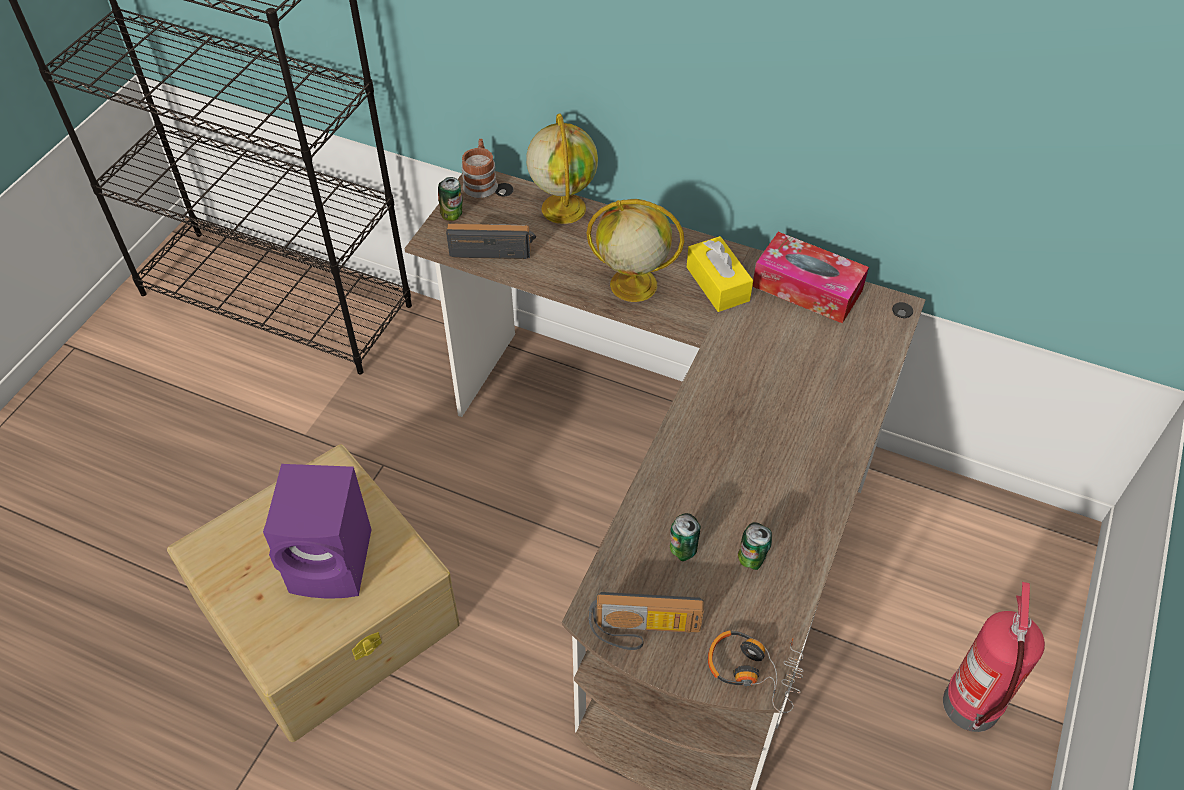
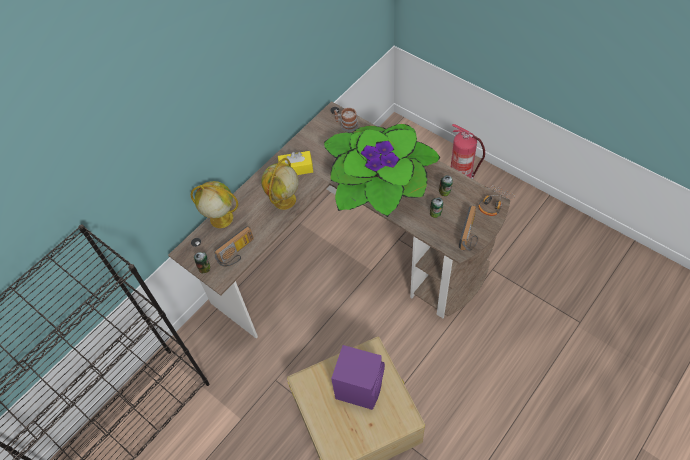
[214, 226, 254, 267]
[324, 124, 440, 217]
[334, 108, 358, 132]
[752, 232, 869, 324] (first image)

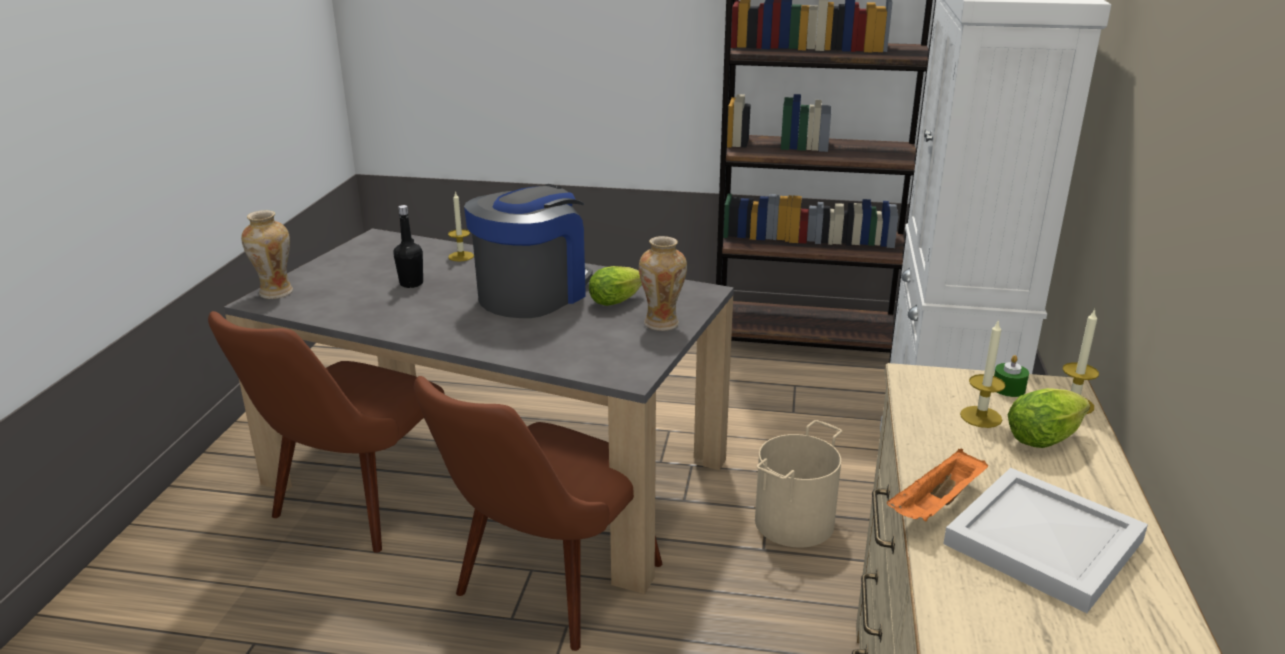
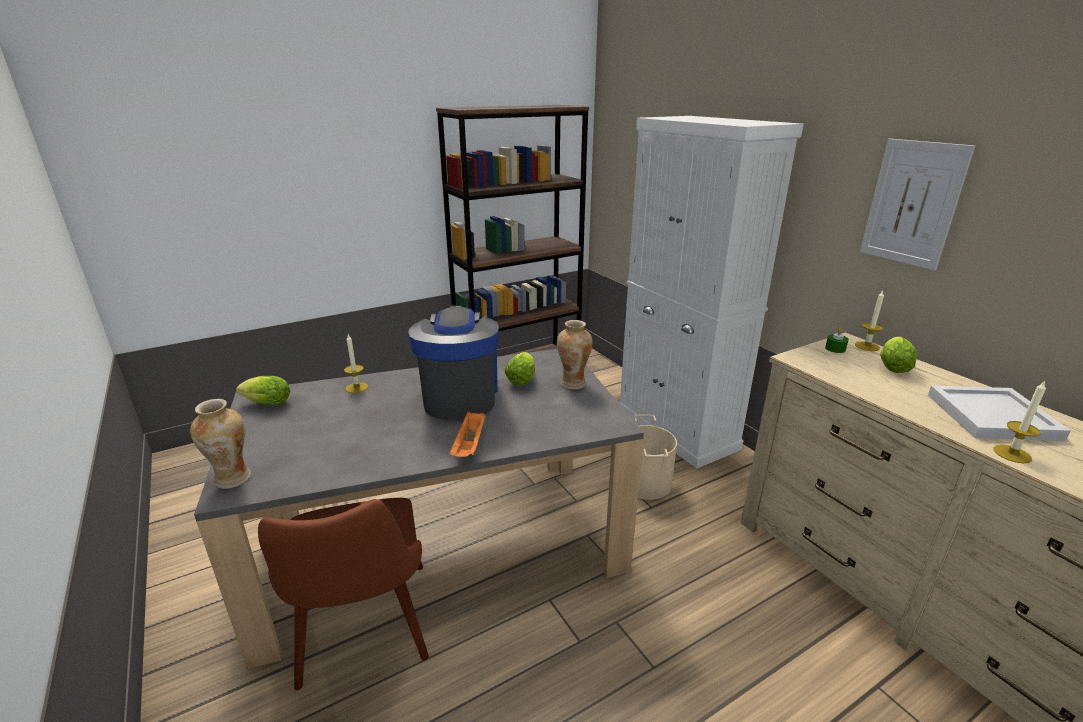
[236, 376, 290, 405]
[449, 411, 486, 457]
[860, 139, 975, 270]
[993, 380, 1046, 463]
[393, 205, 423, 288] (first image)
[414, 376, 662, 651] (first image)

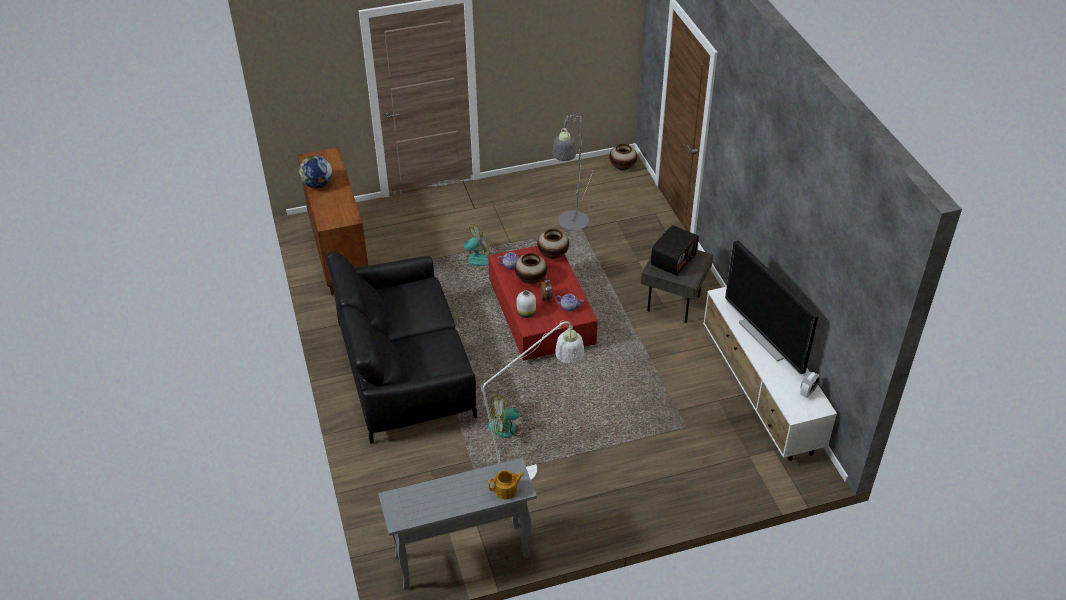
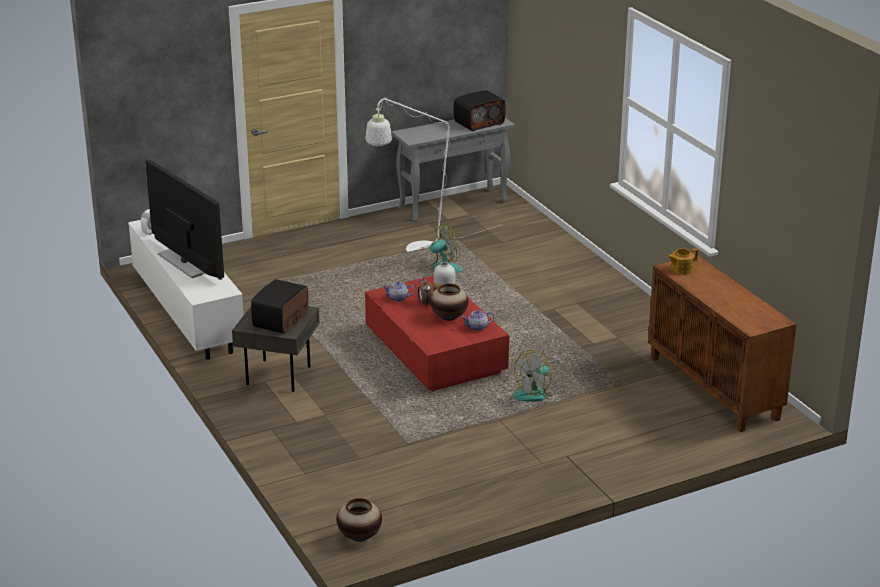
[454, 91, 506, 131]
[668, 248, 698, 274]
[299, 156, 332, 188] (first image)
[326, 251, 477, 444] (first image)
[537, 229, 569, 259] (first image)
[553, 112, 593, 230] (first image)

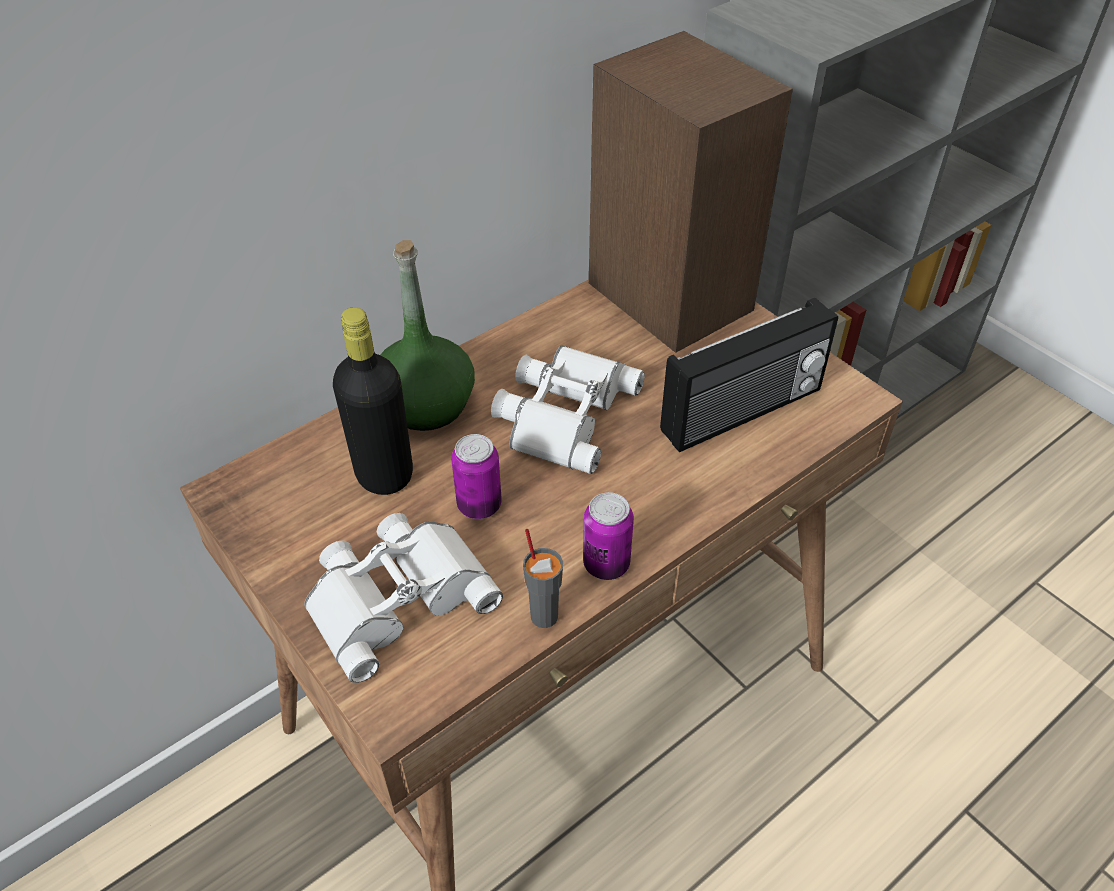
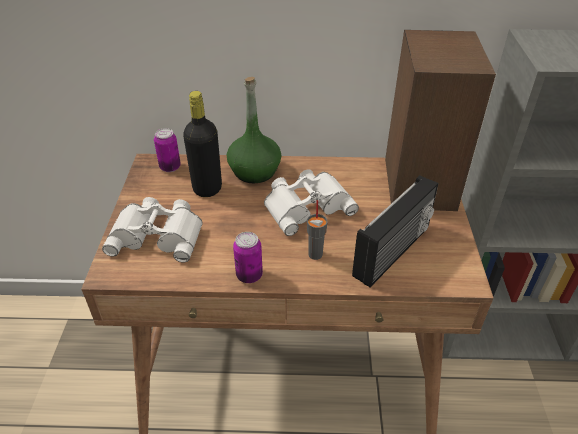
[154, 128, 181, 172]
[307, 200, 327, 260]
[352, 175, 438, 287]

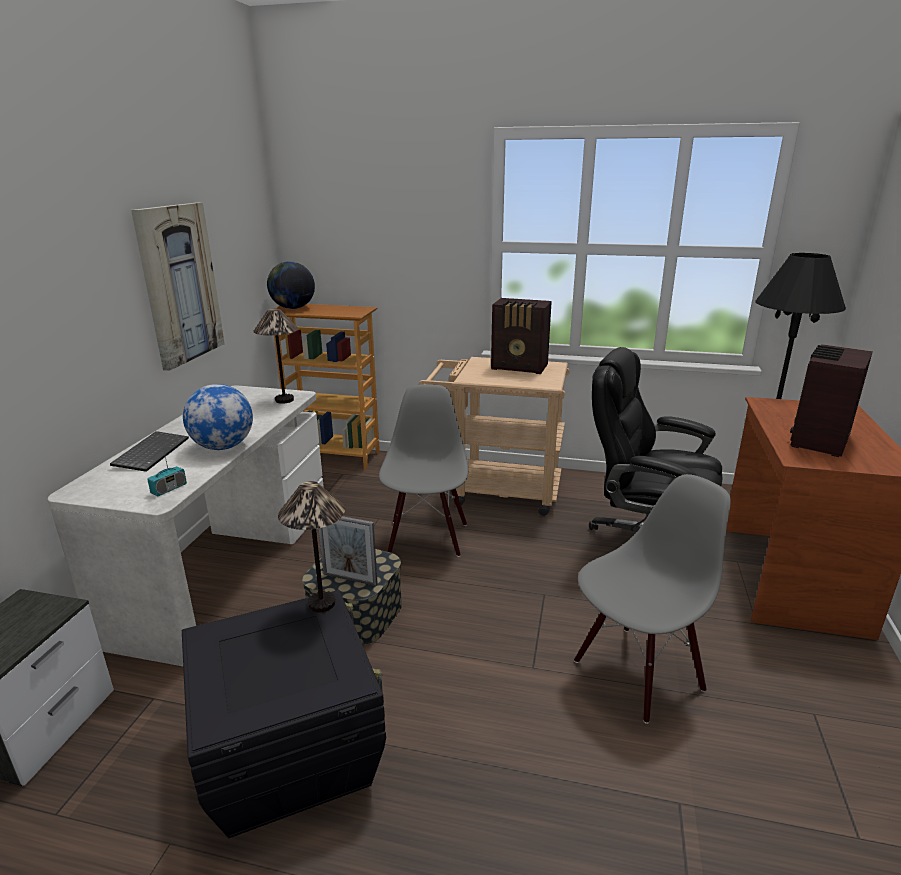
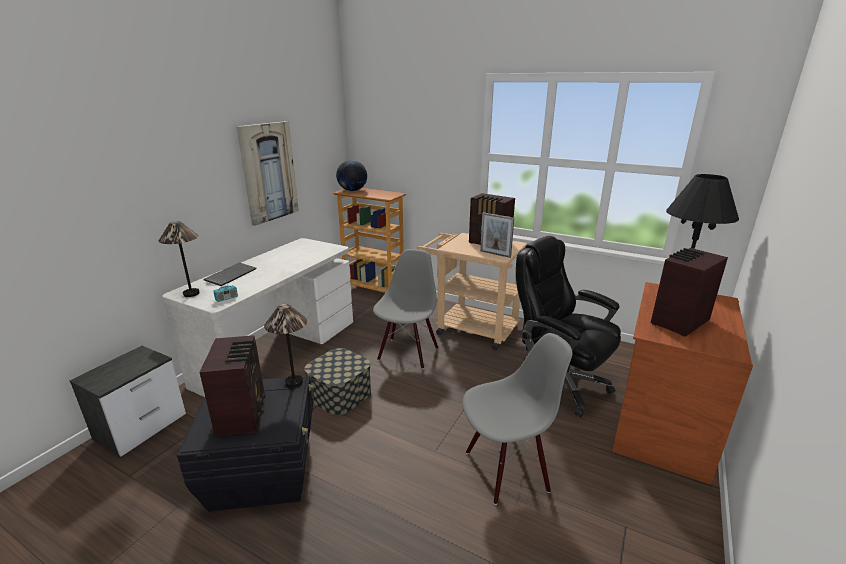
[159, 221, 199, 297]
[199, 335, 266, 436]
[480, 212, 514, 258]
[183, 384, 253, 450] (first image)

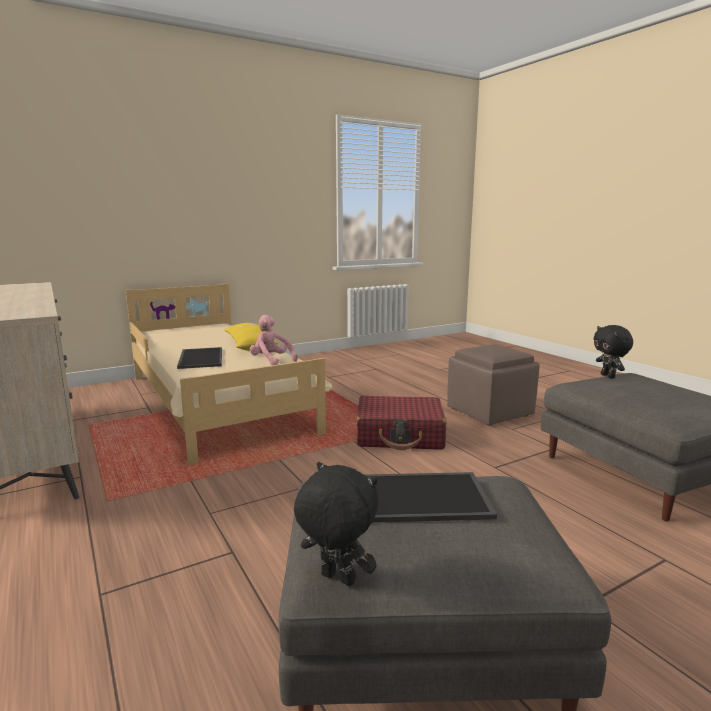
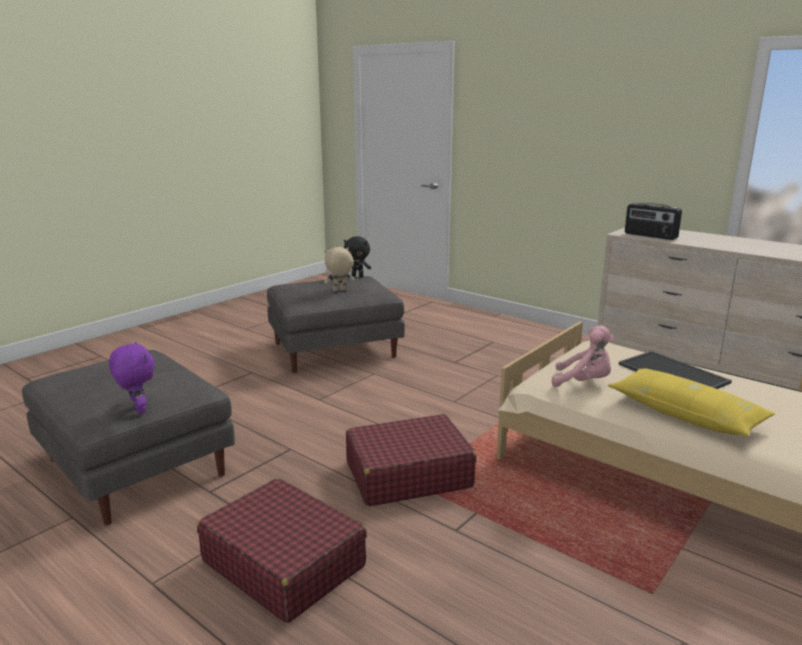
[109, 342, 155, 414]
[197, 478, 367, 623]
[324, 247, 355, 291]
[625, 203, 682, 240]

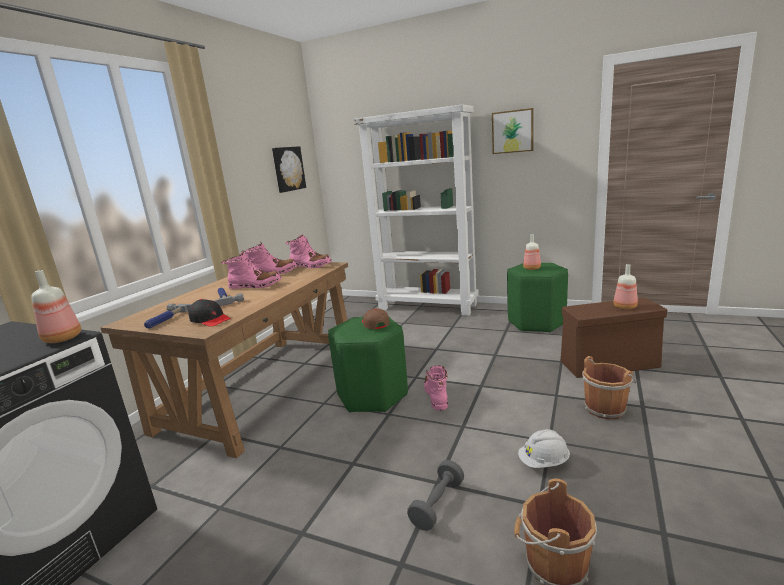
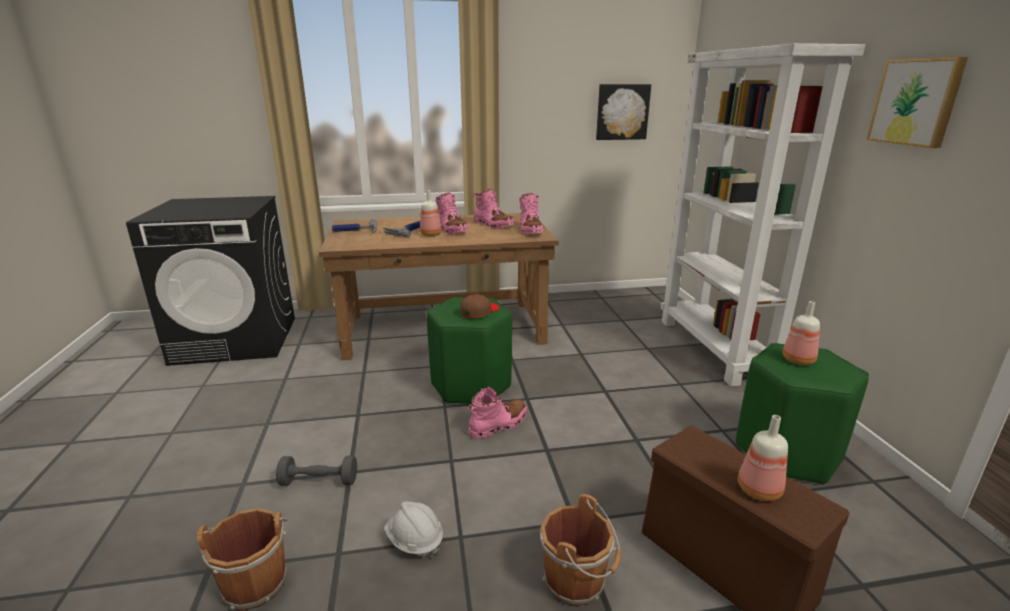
[420, 190, 442, 236]
[188, 299, 231, 327] (first image)

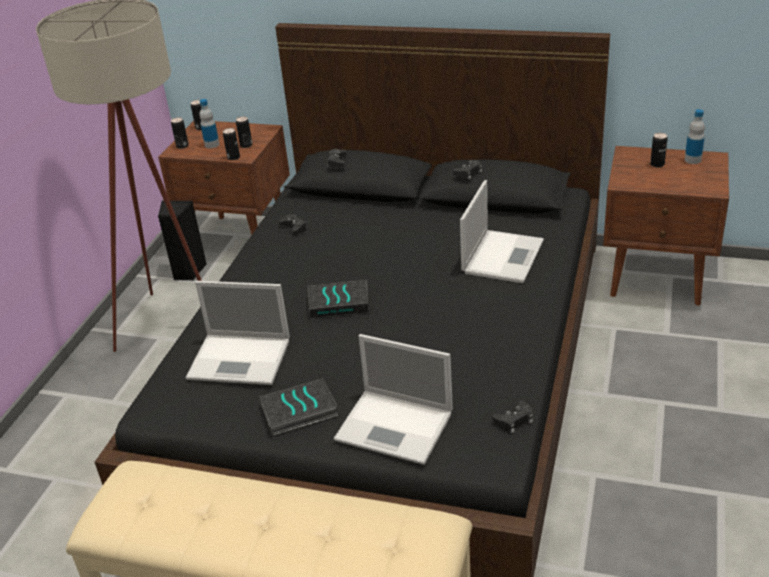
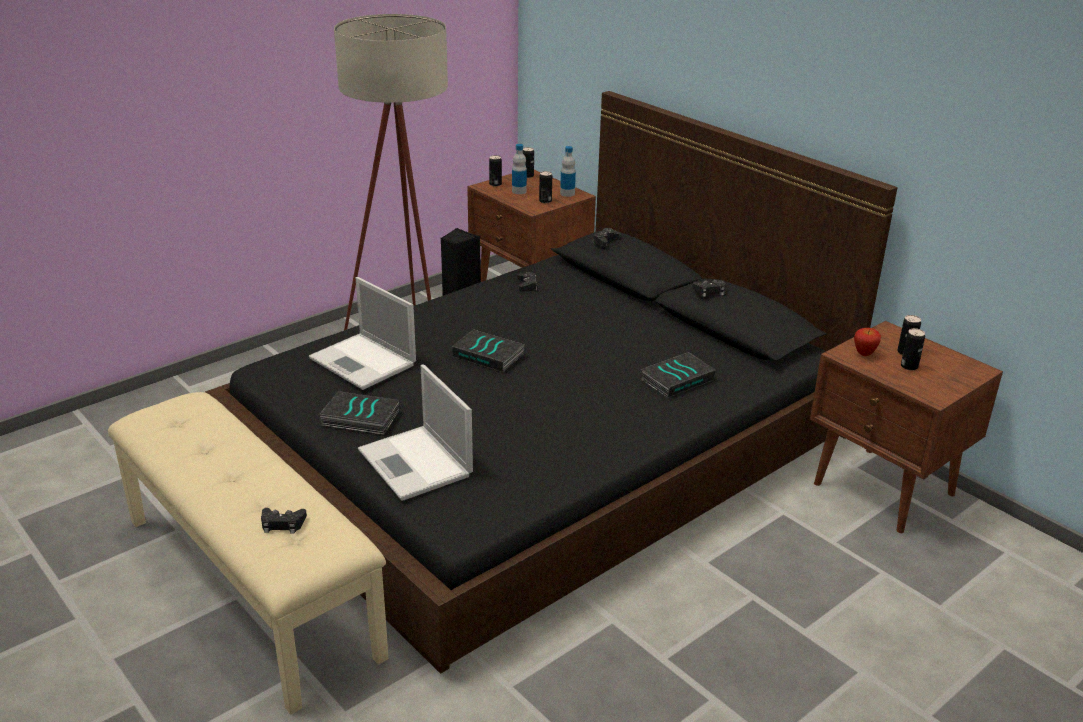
[261, 508, 307, 534]
[560, 146, 576, 197]
[641, 352, 716, 398]
[854, 328, 881, 356]
[901, 328, 925, 370]

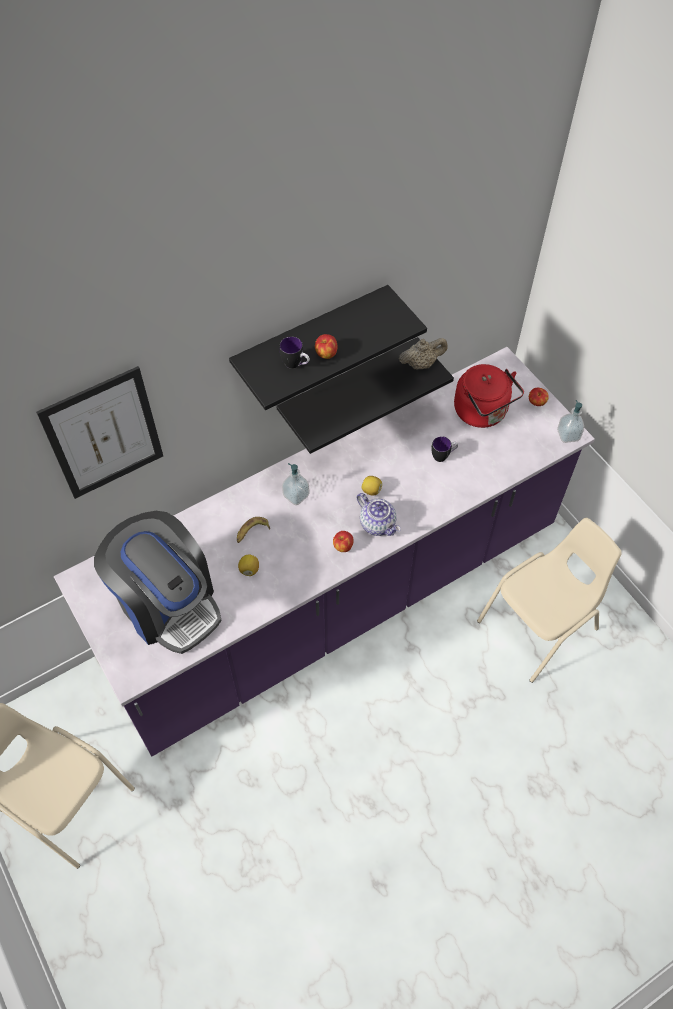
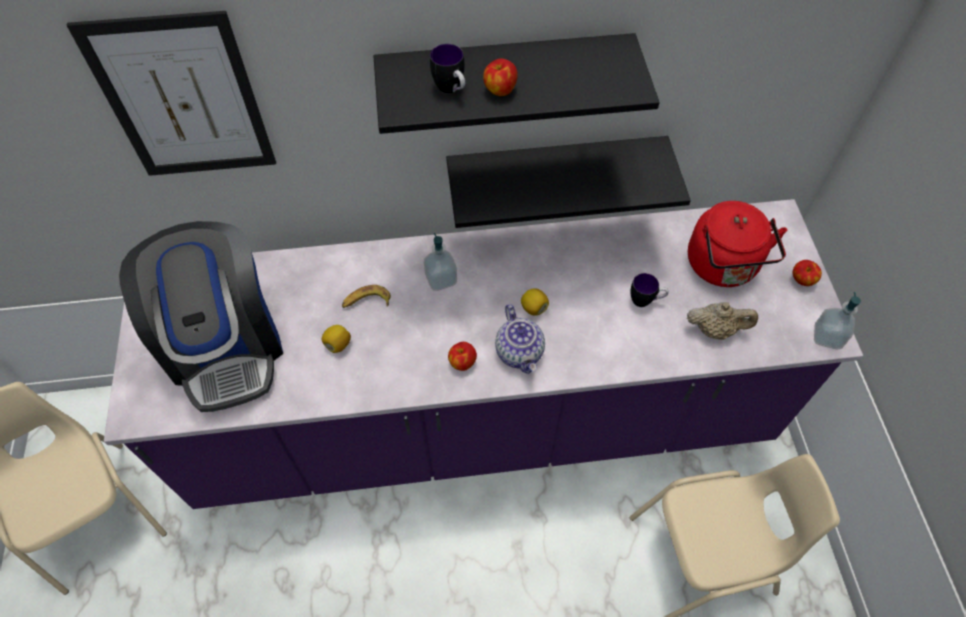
[687, 302, 758, 340]

